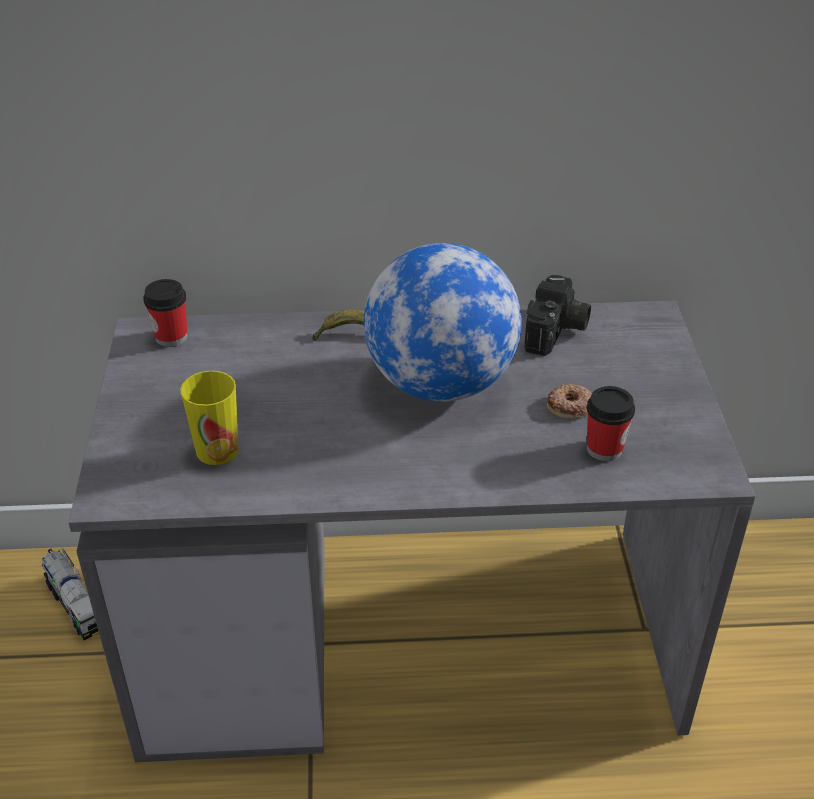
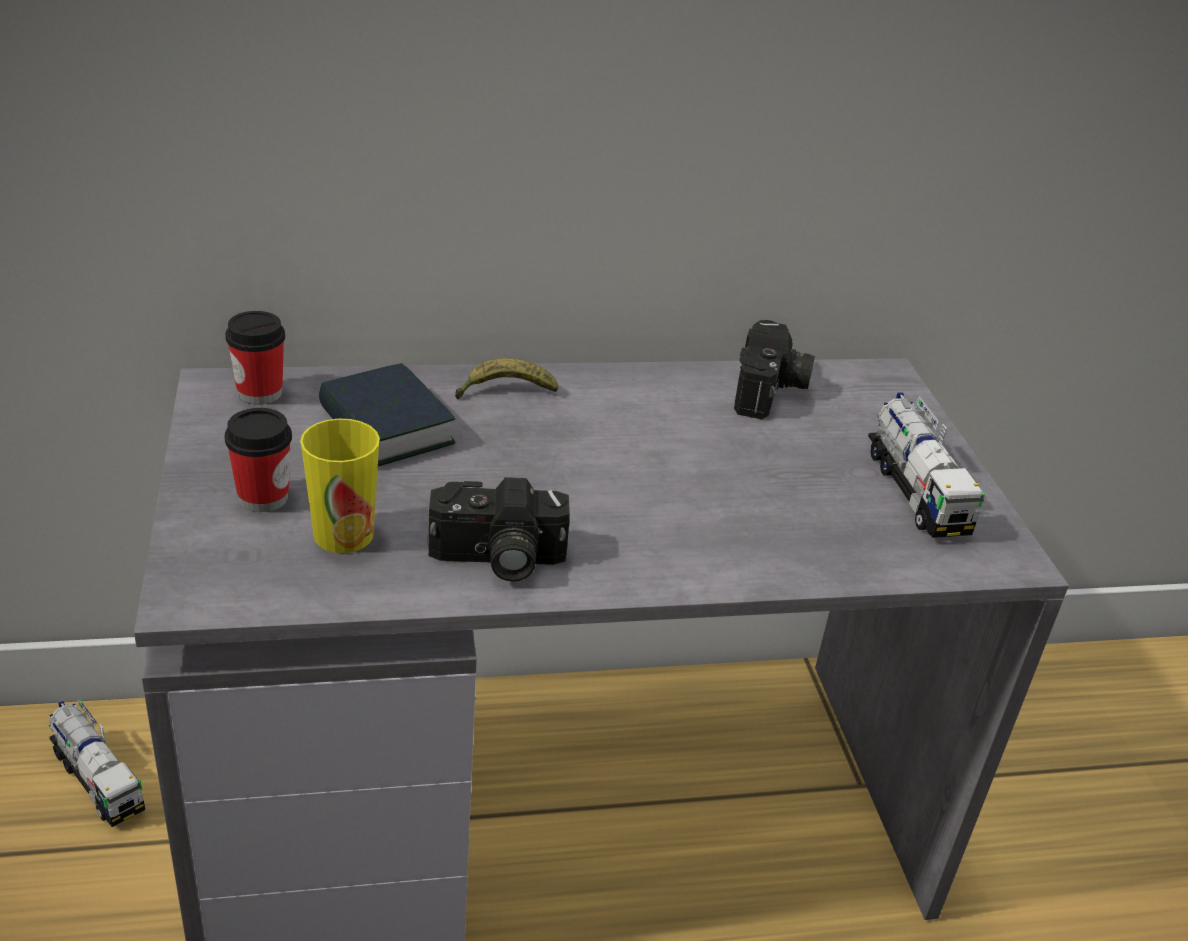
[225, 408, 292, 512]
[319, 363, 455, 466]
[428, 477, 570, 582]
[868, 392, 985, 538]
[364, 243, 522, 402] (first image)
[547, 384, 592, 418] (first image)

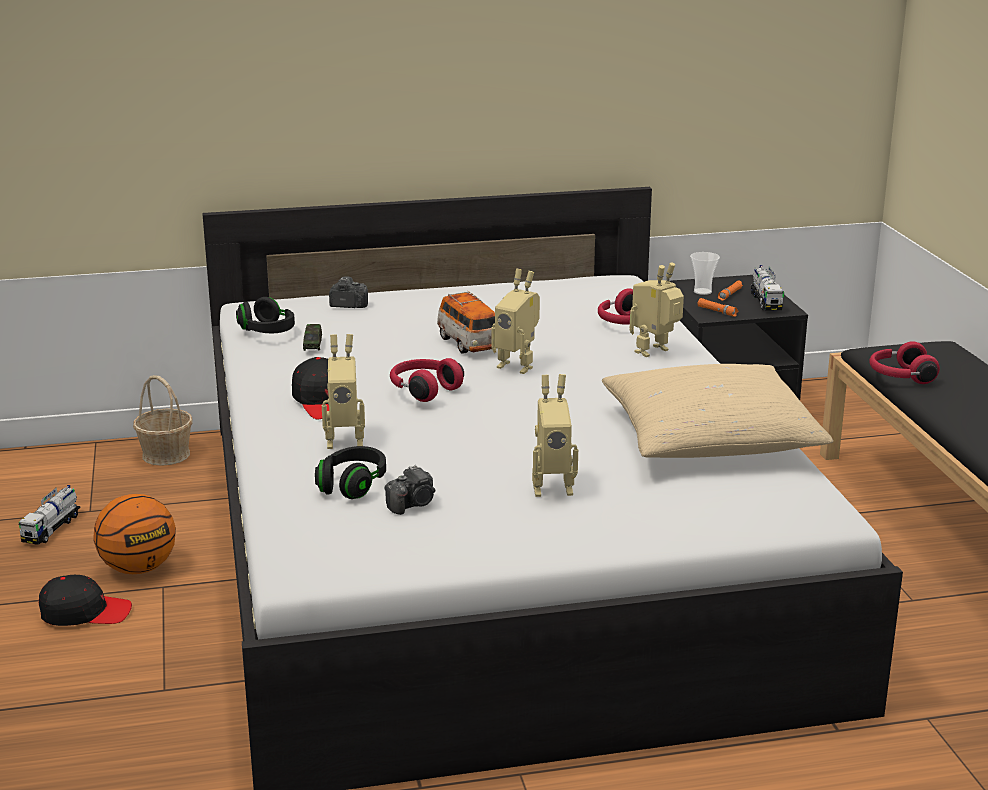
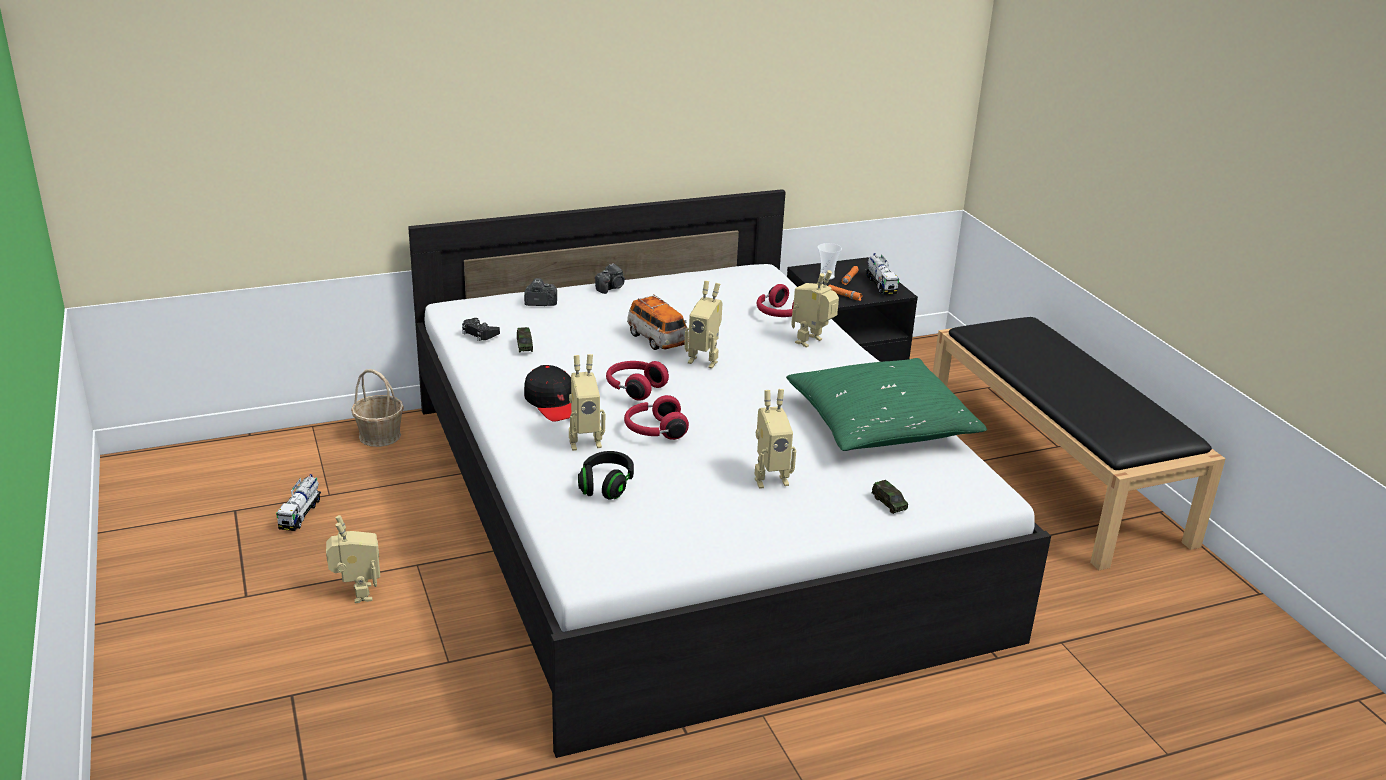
[326, 515, 380, 603]
[462, 318, 500, 341]
[595, 263, 625, 294]
[624, 395, 689, 440]
[786, 358, 987, 451]
[871, 480, 908, 514]
[93, 494, 176, 574] (first image)

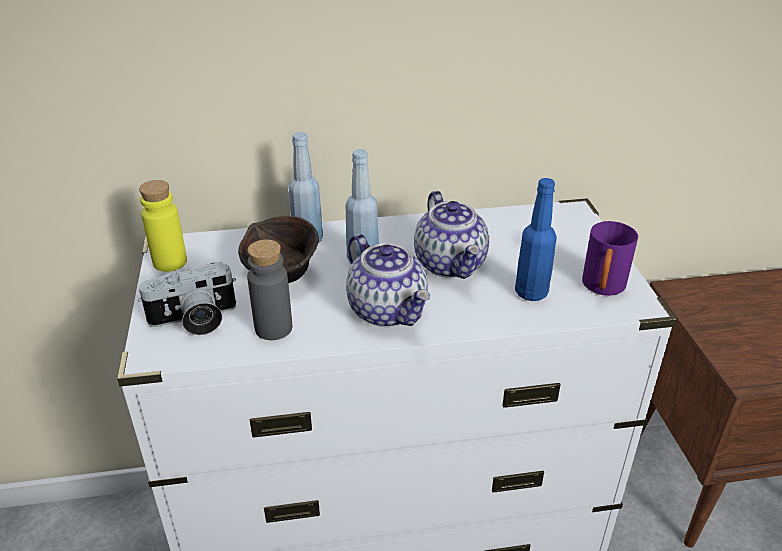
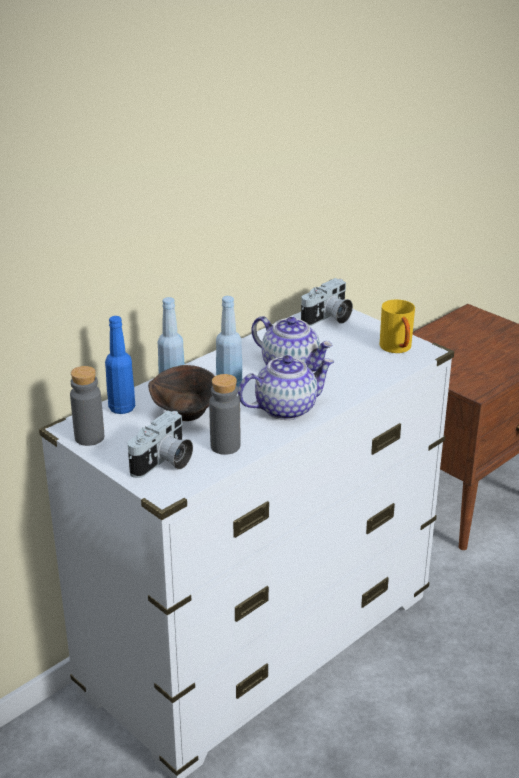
[70, 366, 104, 446]
[105, 316, 135, 414]
[238, 355, 334, 420]
[301, 278, 353, 326]
[380, 300, 415, 353]

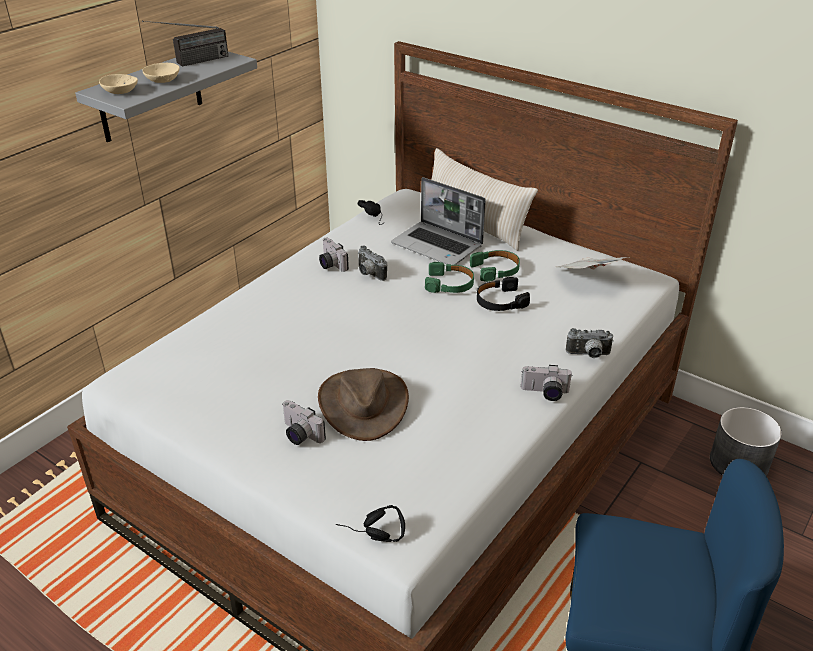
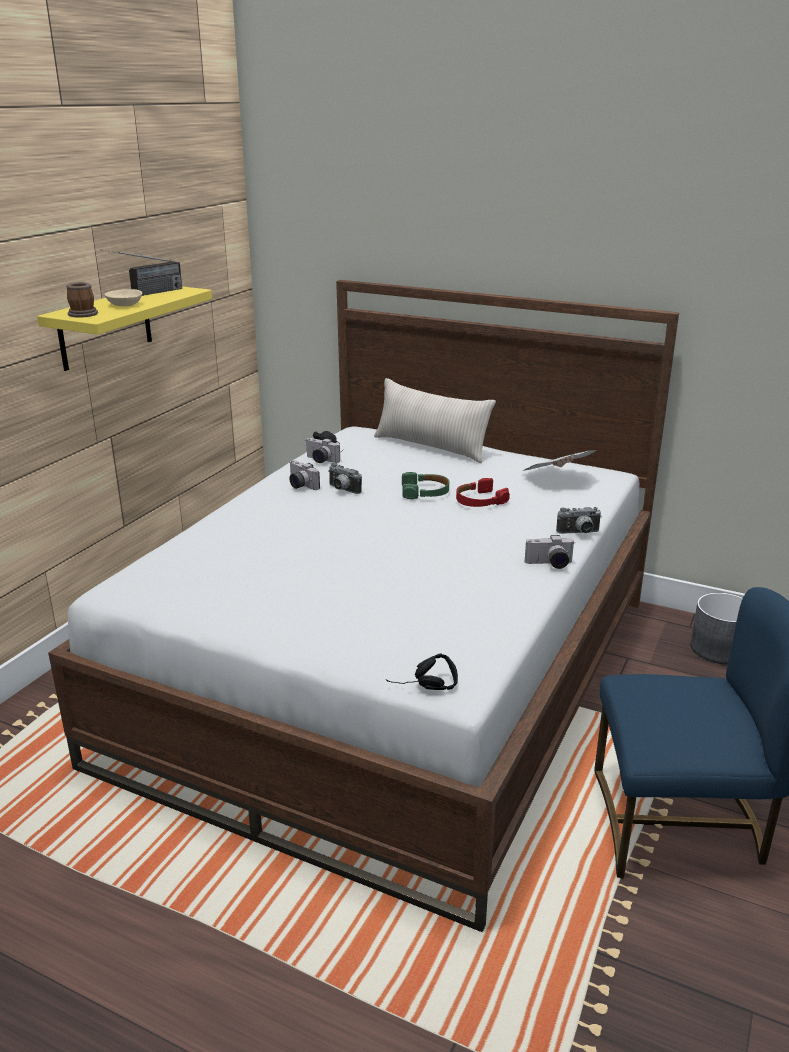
[37, 287, 212, 371]
[67, 282, 98, 318]
[306, 438, 340, 463]
[456, 478, 510, 507]
[318, 368, 409, 441] (first image)
[391, 177, 486, 265] (first image)
[470, 250, 520, 282] (first image)

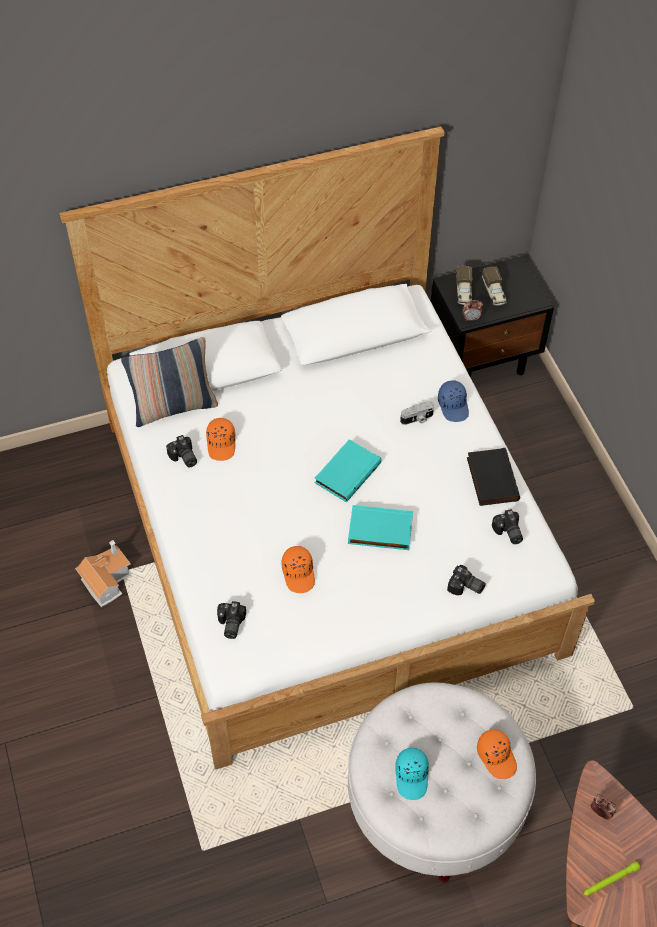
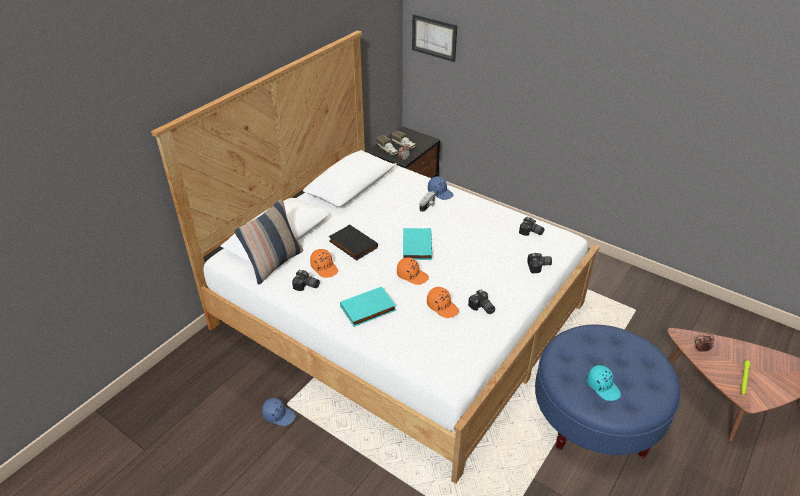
[262, 398, 296, 426]
[329, 224, 378, 261]
[340, 287, 396, 327]
[397, 257, 429, 285]
[412, 14, 457, 62]
[468, 290, 495, 314]
[535, 325, 680, 458]

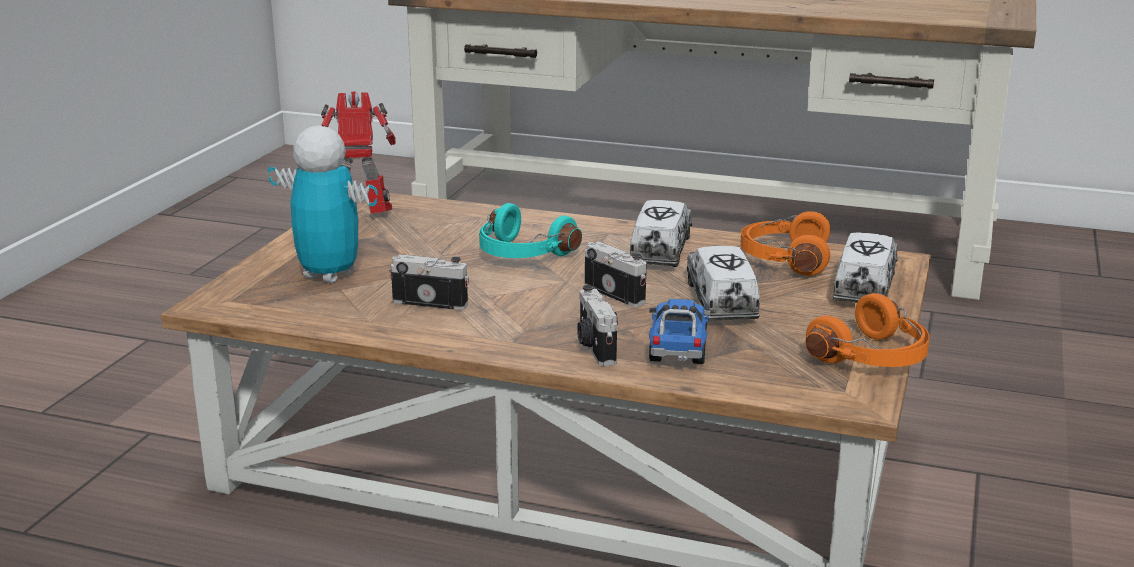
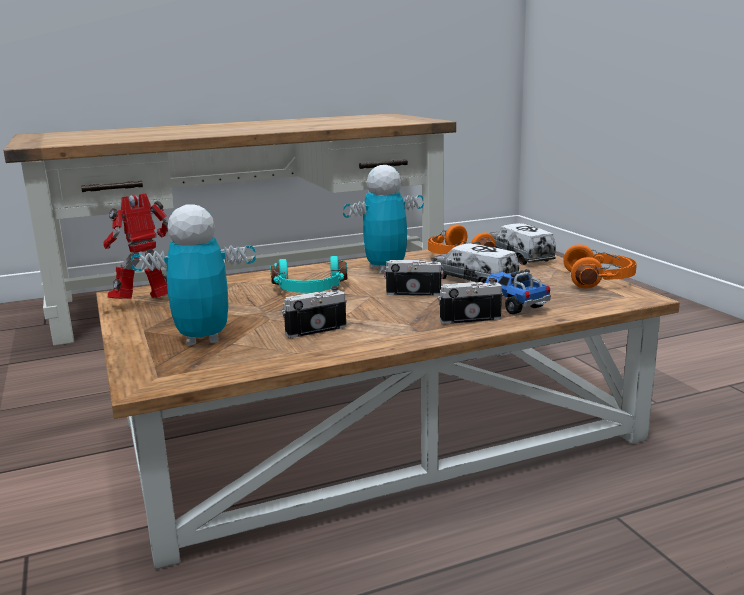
[343, 165, 424, 273]
[438, 278, 503, 324]

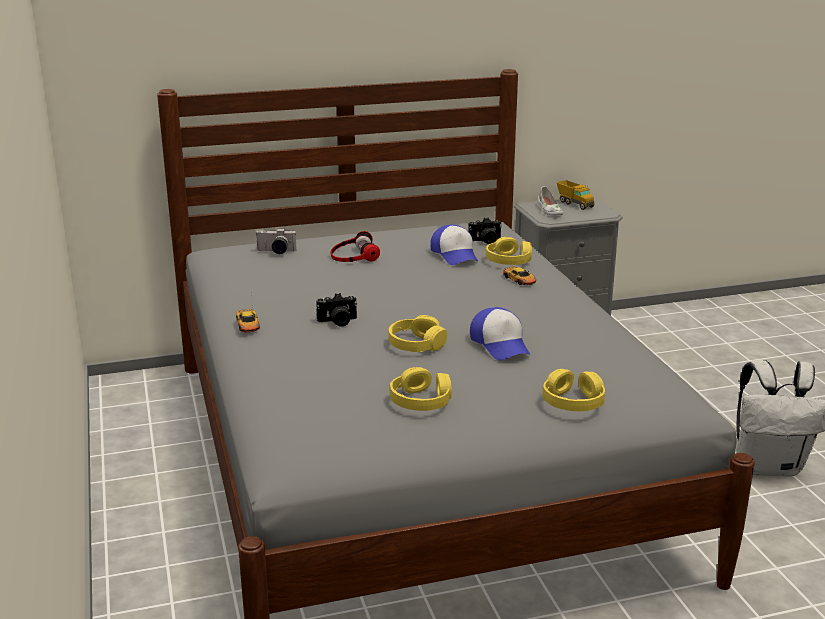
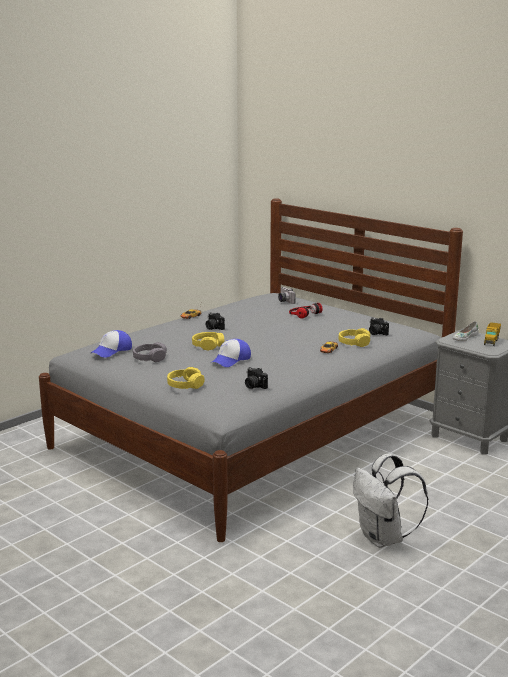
[91, 330, 132, 358]
[133, 342, 167, 362]
[245, 367, 268, 389]

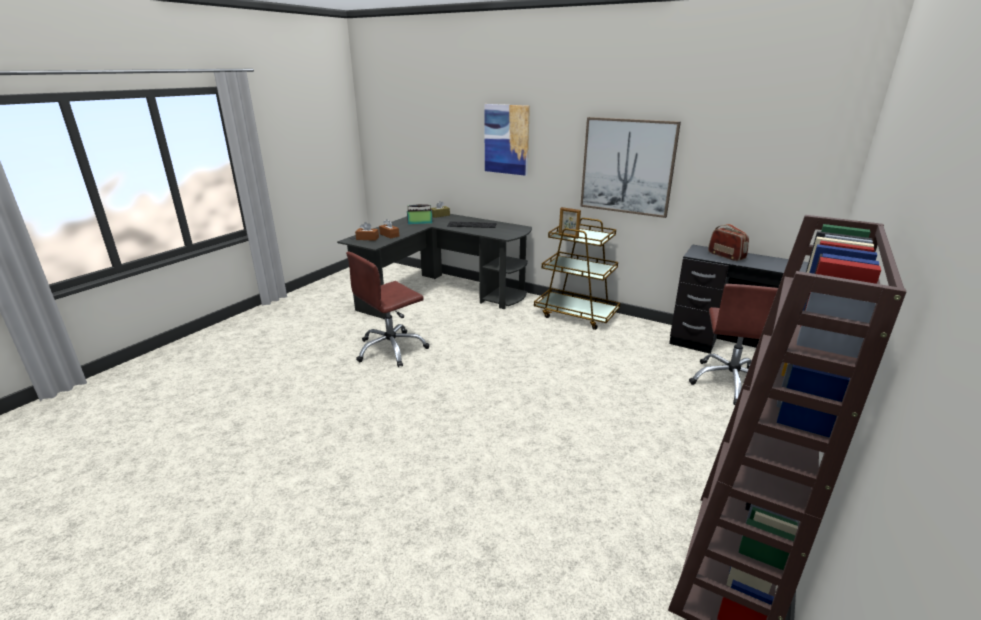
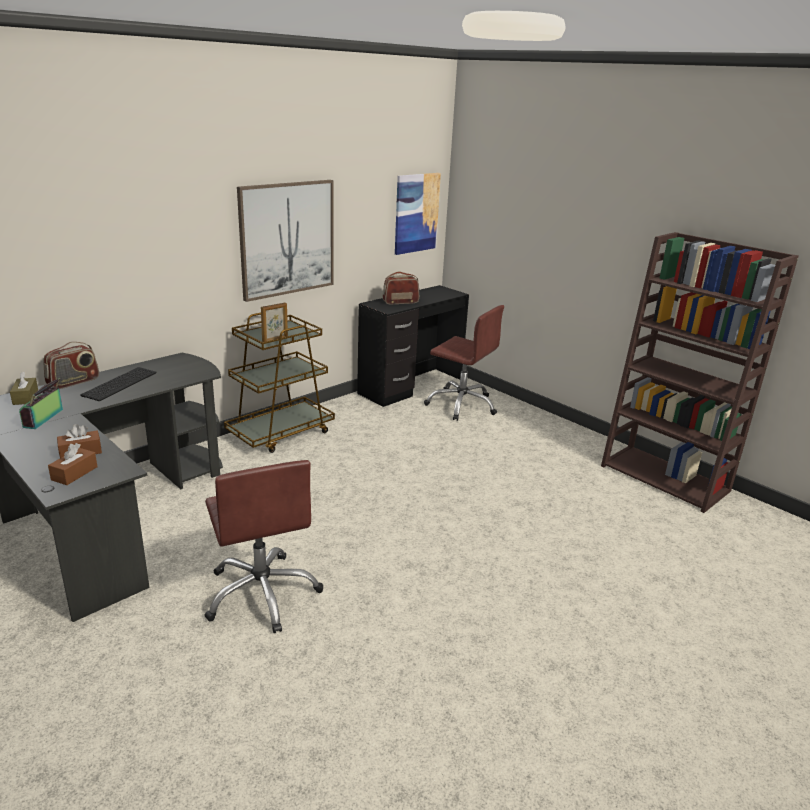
[43, 342, 99, 389]
[395, 173, 441, 255]

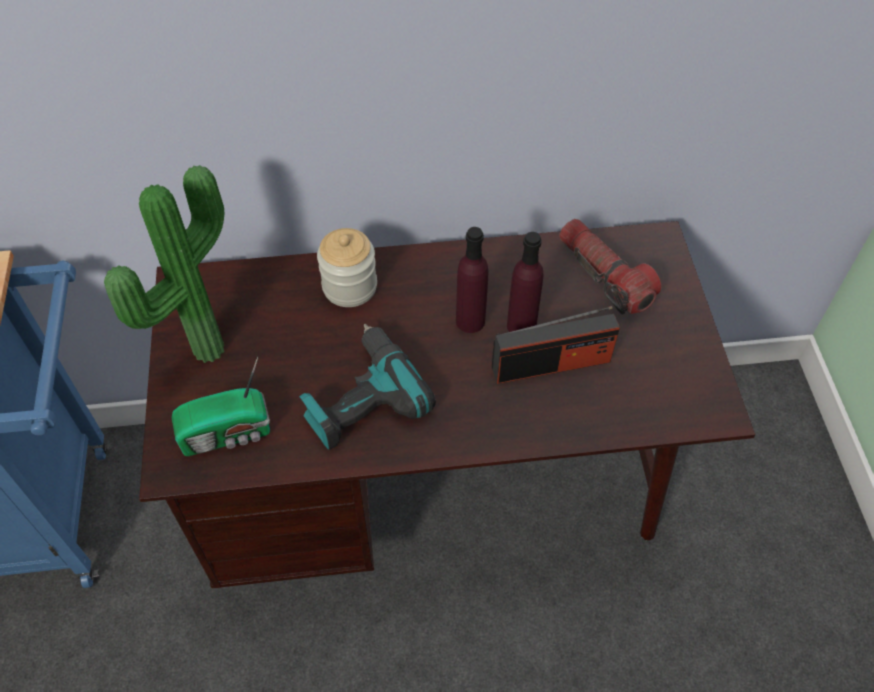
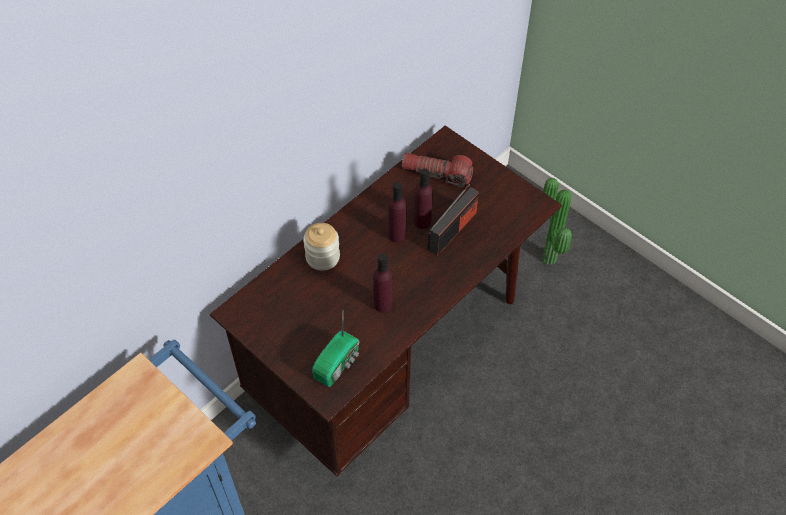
[373, 254, 392, 313]
[542, 178, 572, 265]

